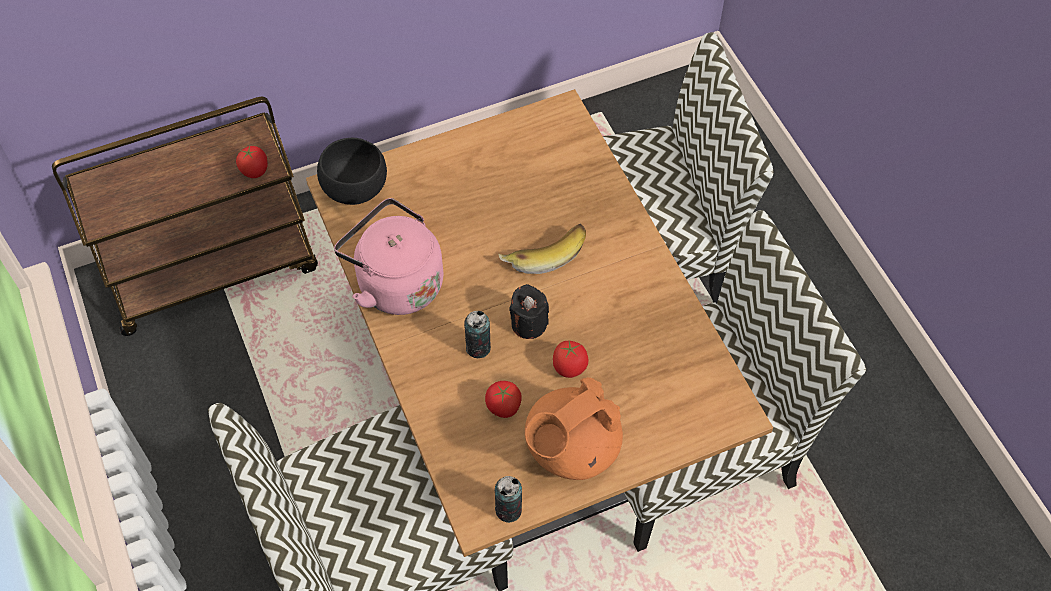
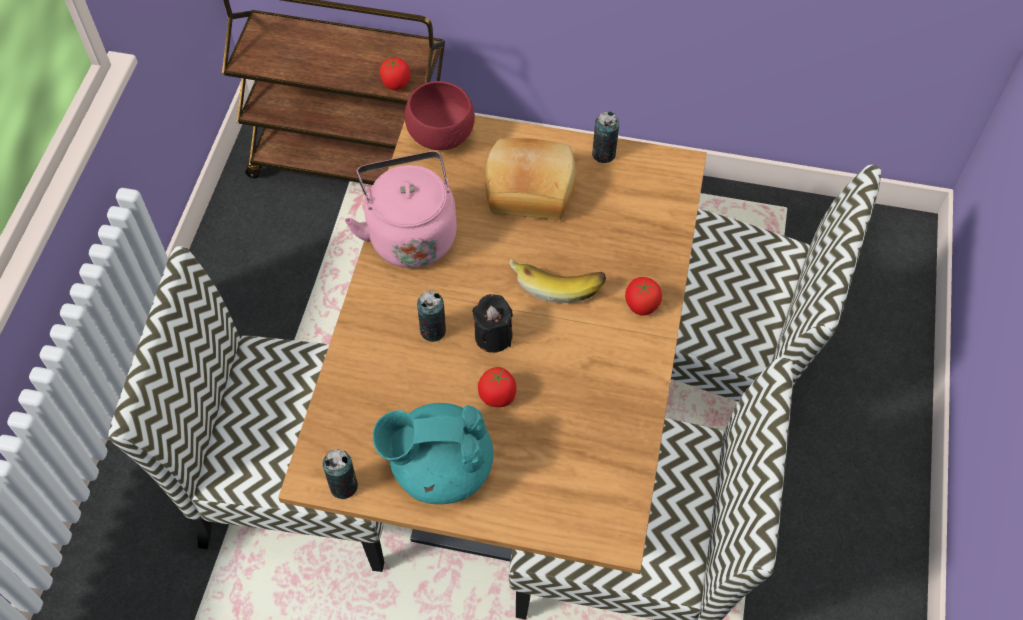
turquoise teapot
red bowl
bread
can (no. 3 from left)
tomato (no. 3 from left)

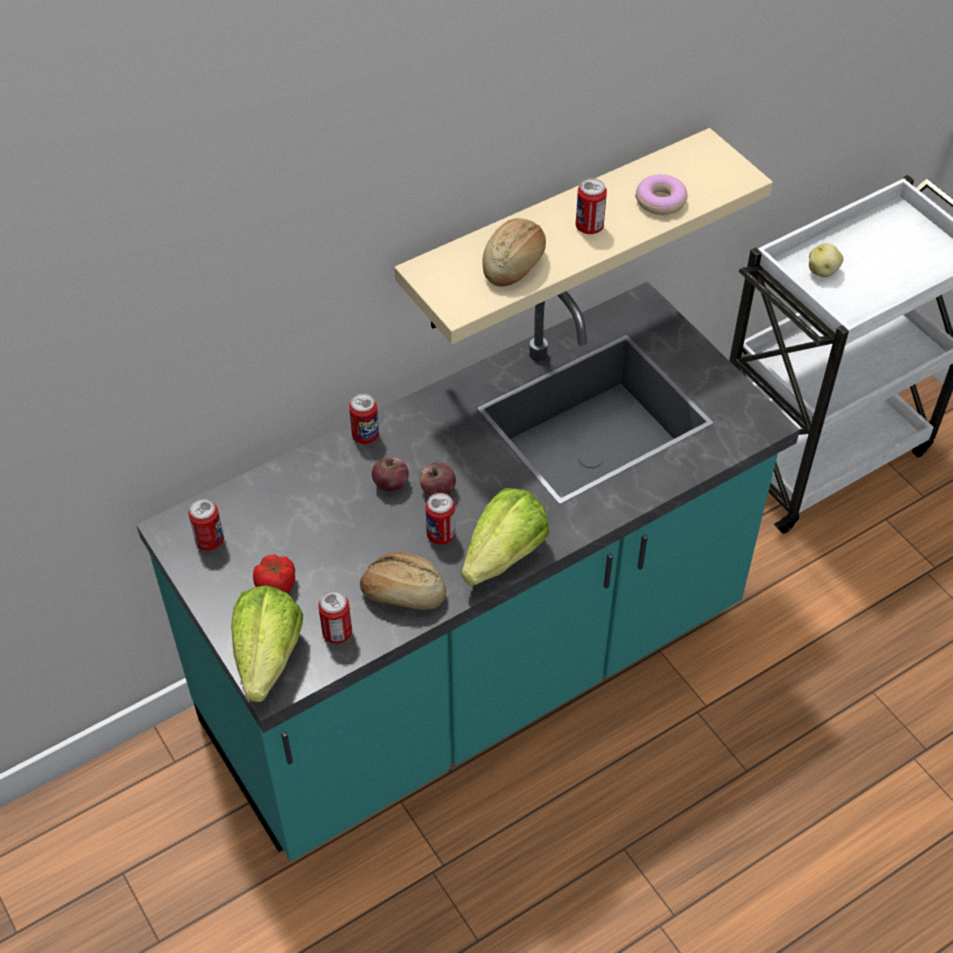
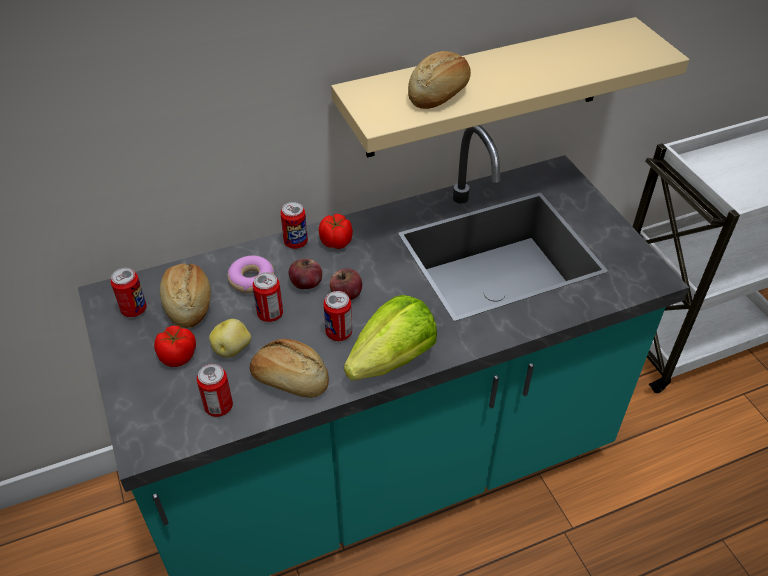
bread (no. 1 from left)
potato
donut
can (no. 3 from left)
tomato (no. 2 from left)
lettuce (no. 1 from left in the first image)

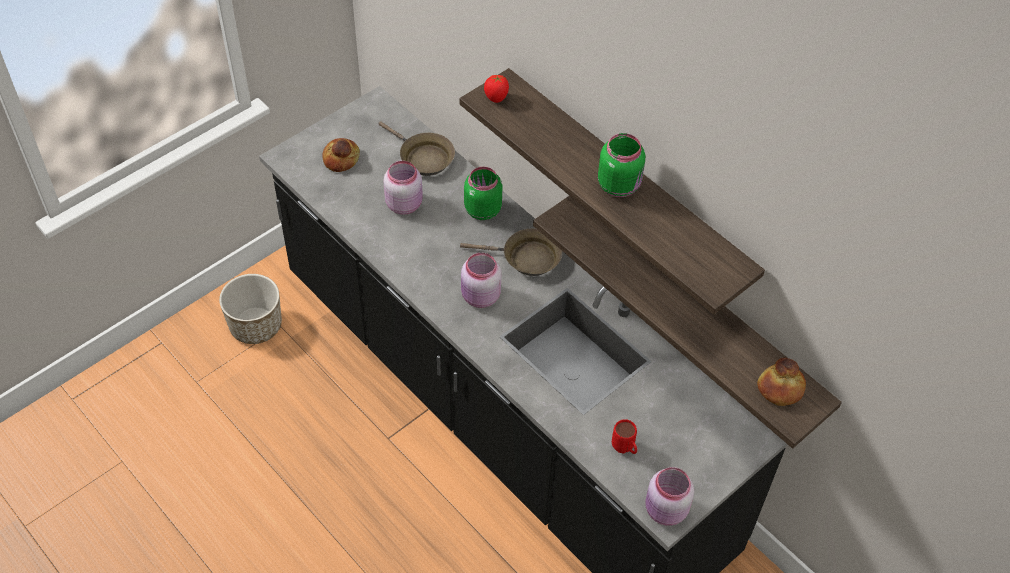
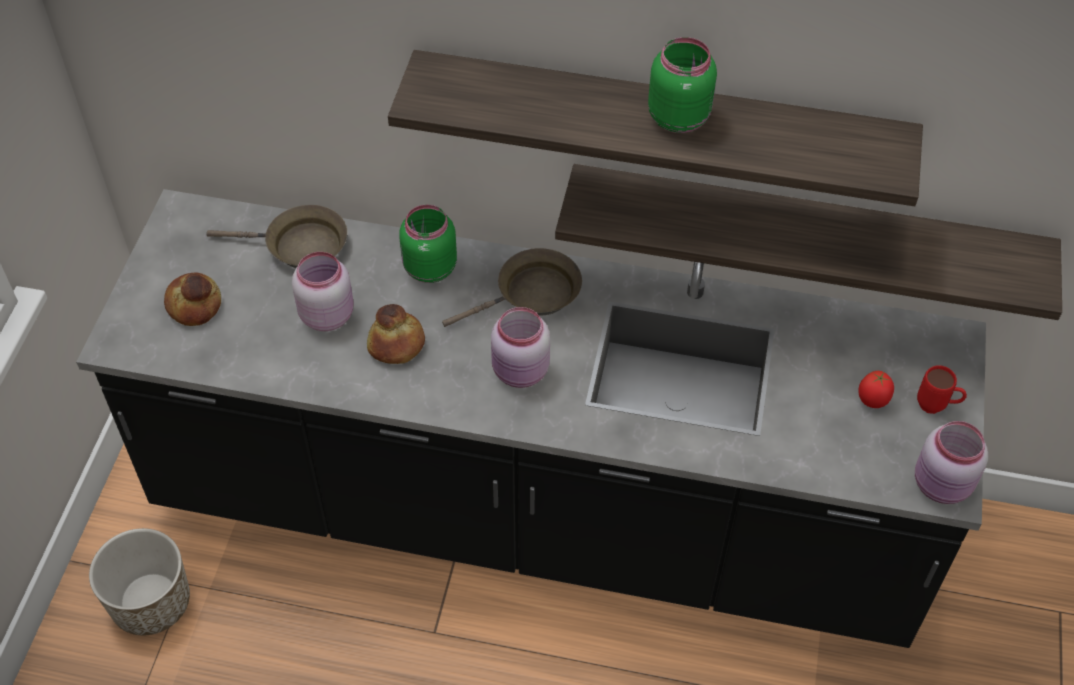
bread (no. 2 from left)
tomato
red mug

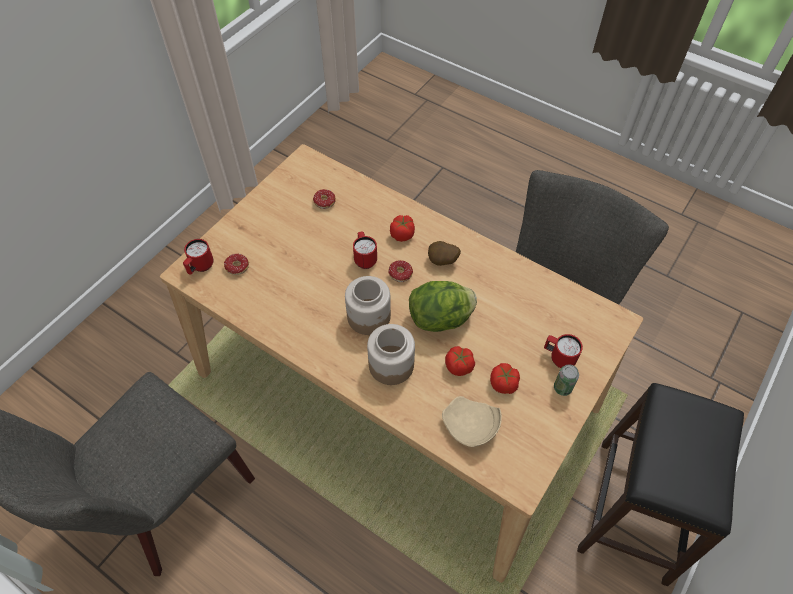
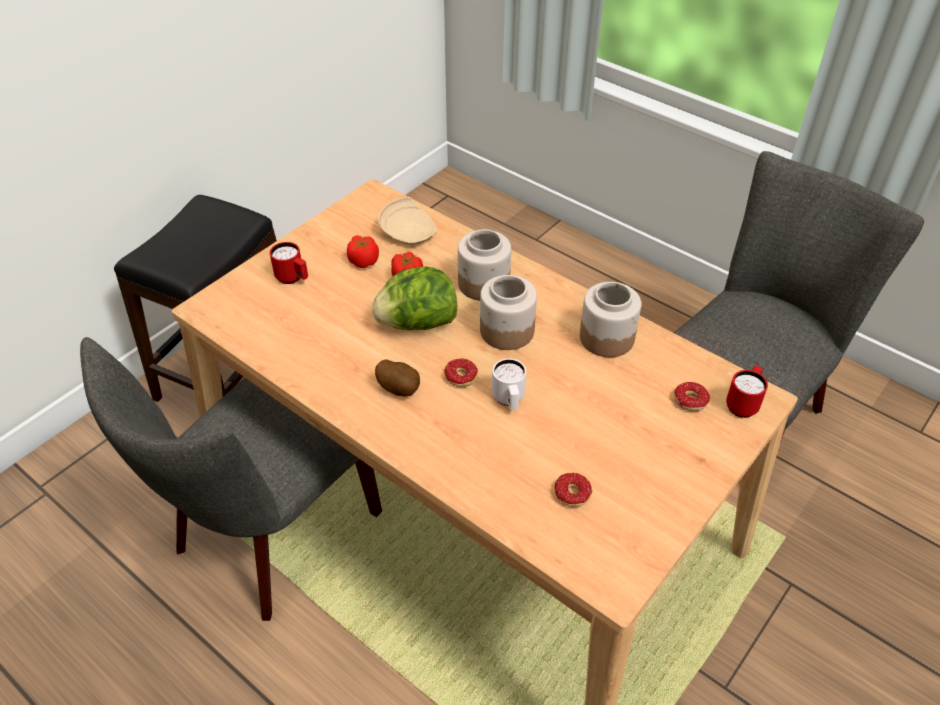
white mug
jar (no. 3 from left)
tomato (no. 1 from left in the first image)
can

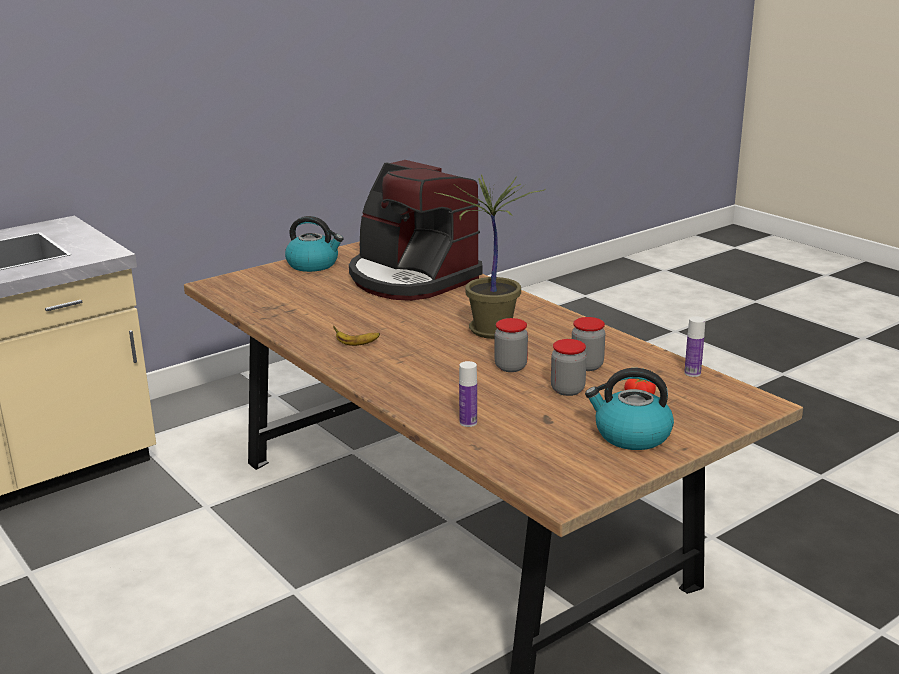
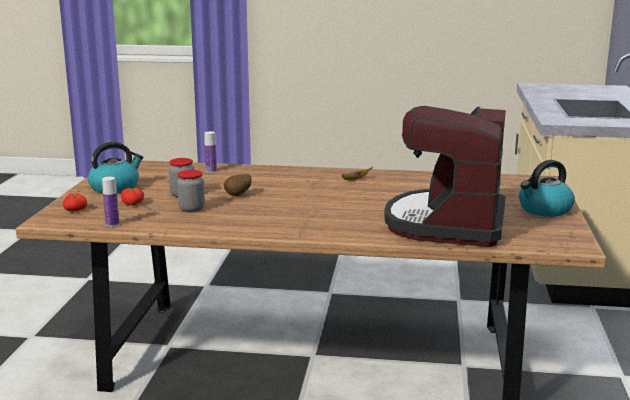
tomato (no. 1 from left)
potato
coffee machine
potted plant

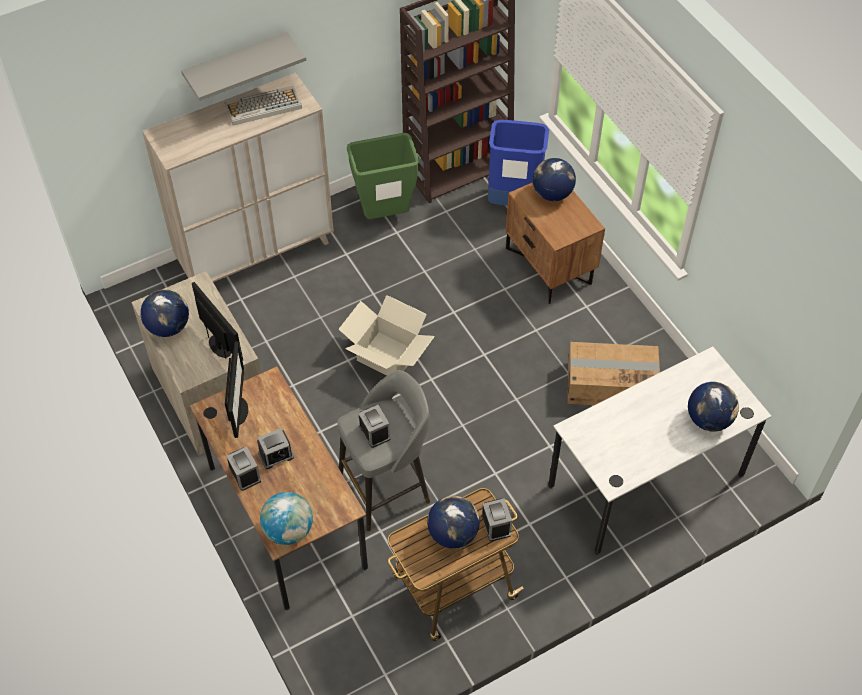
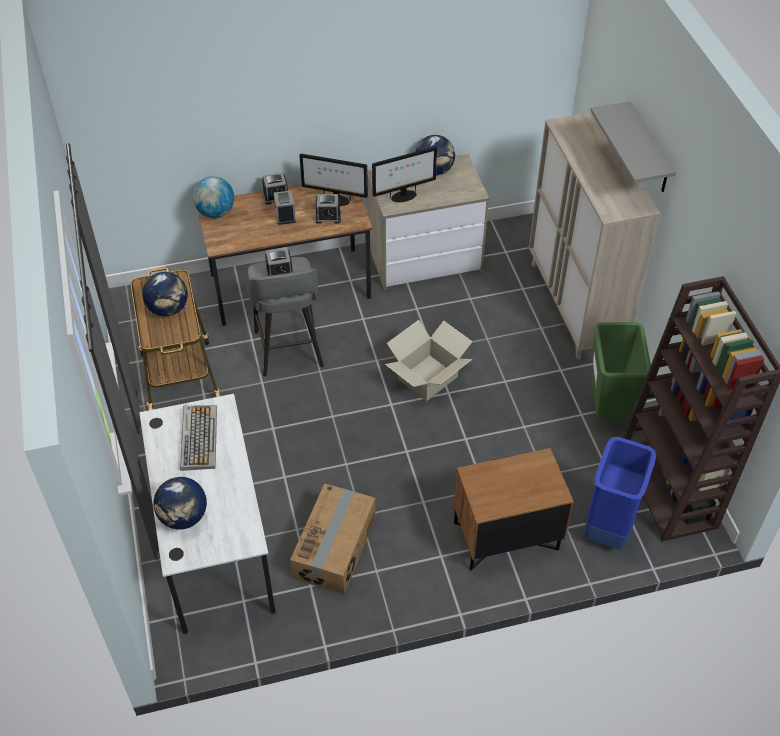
keyboard
alarm clock (no. 4 from left)
globe (no. 4 from left in the first image)

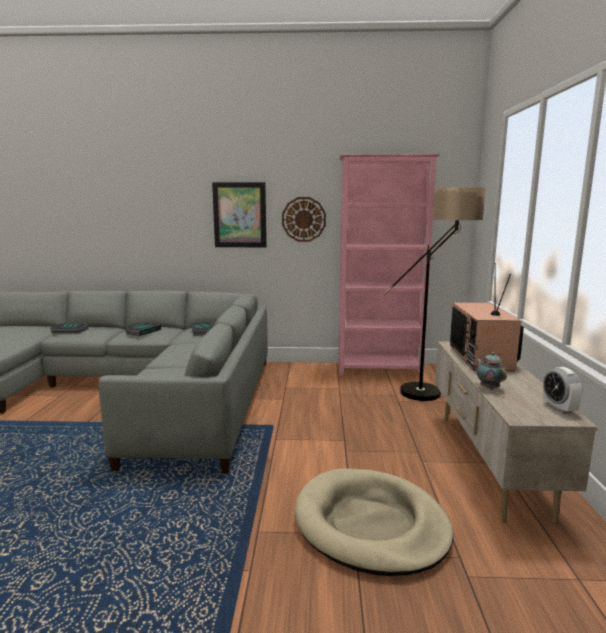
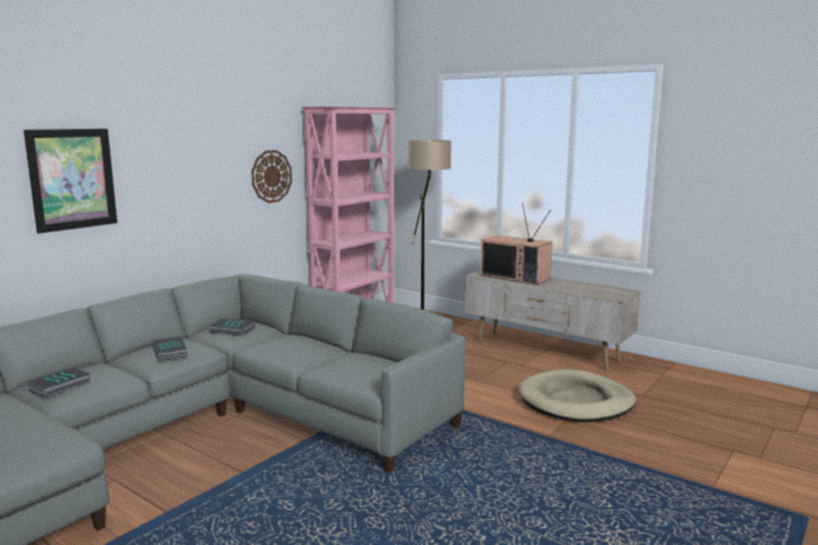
picture
teapot
alarm clock

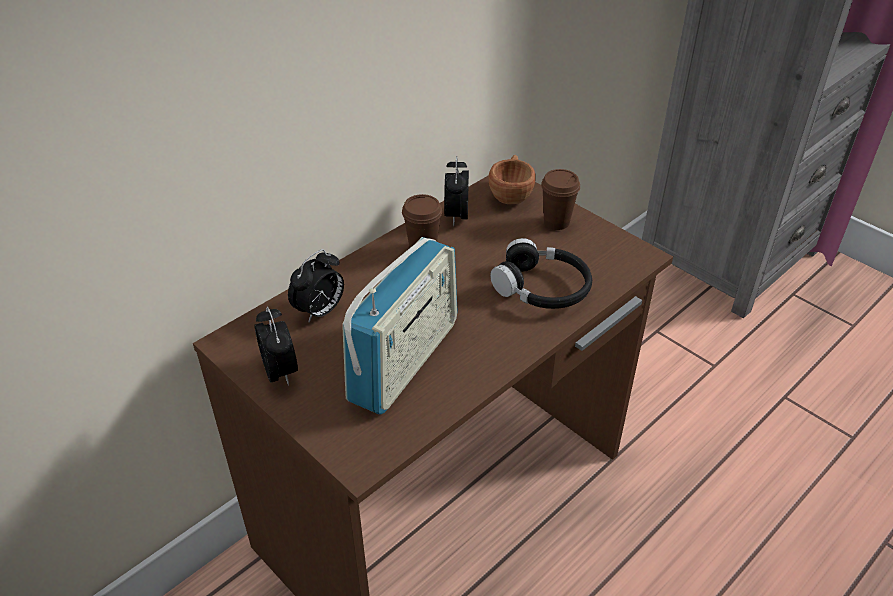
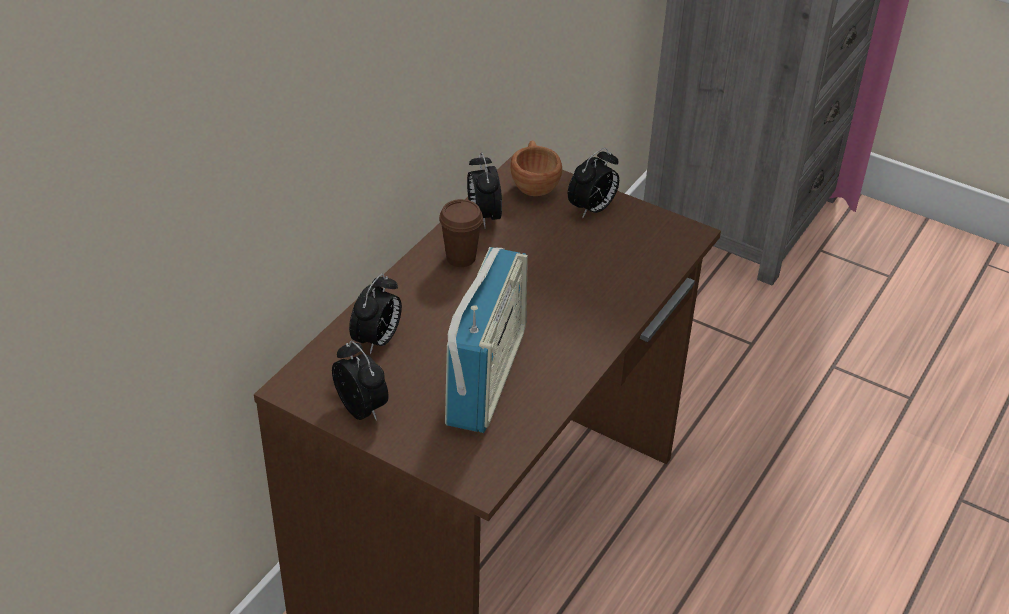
alarm clock (no. 4 from left)
black headphones

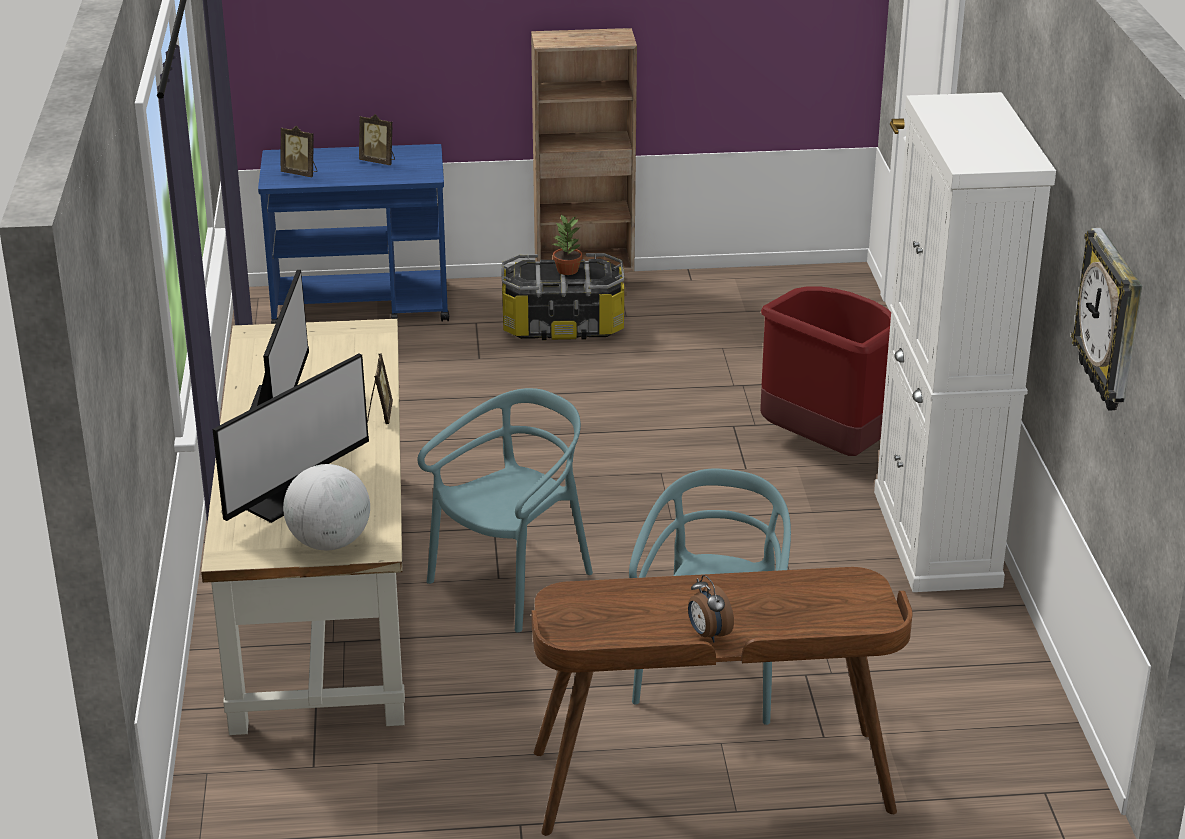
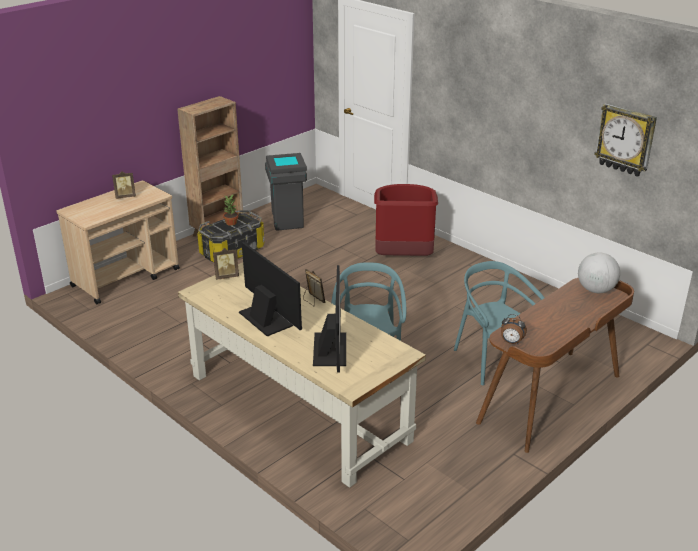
beige cart
picture frame (no. 2 from left)
grey trash can
alarm clock
globe
white cabinet

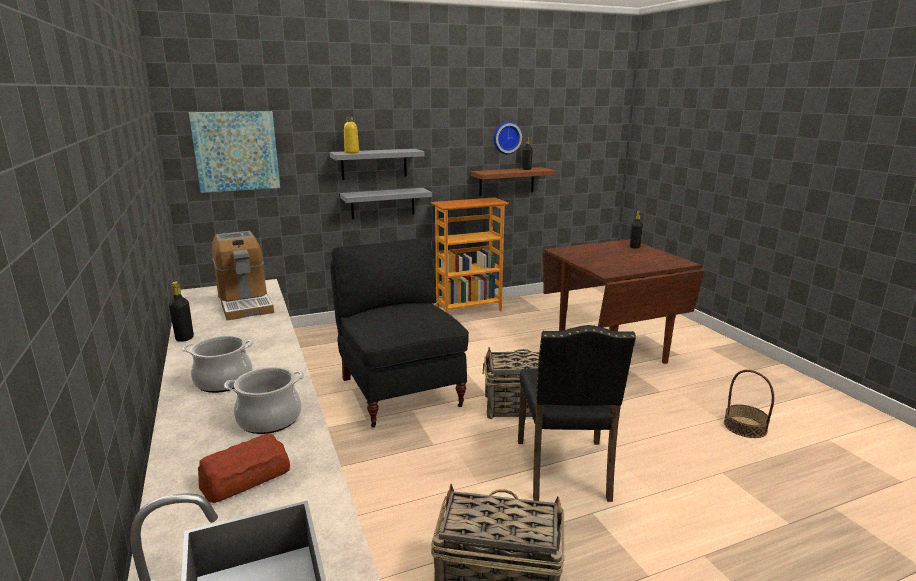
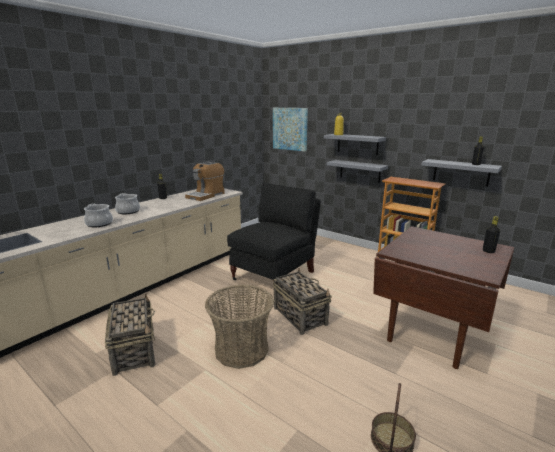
basket (no. 2 from left)
grey shelf (no. 3 from left)
bread
wall clock

